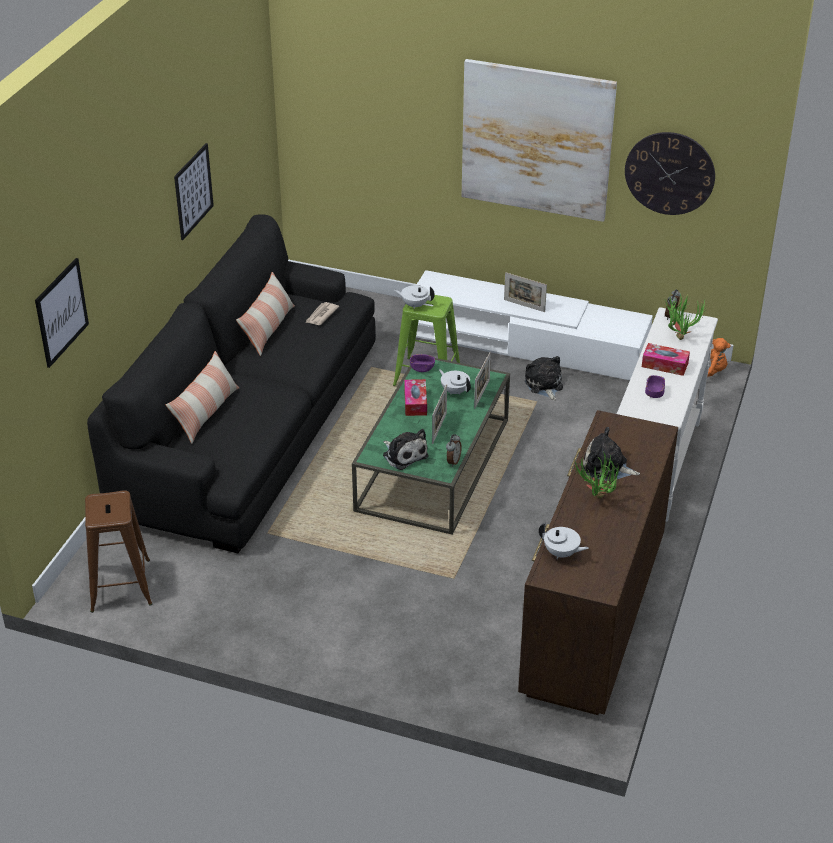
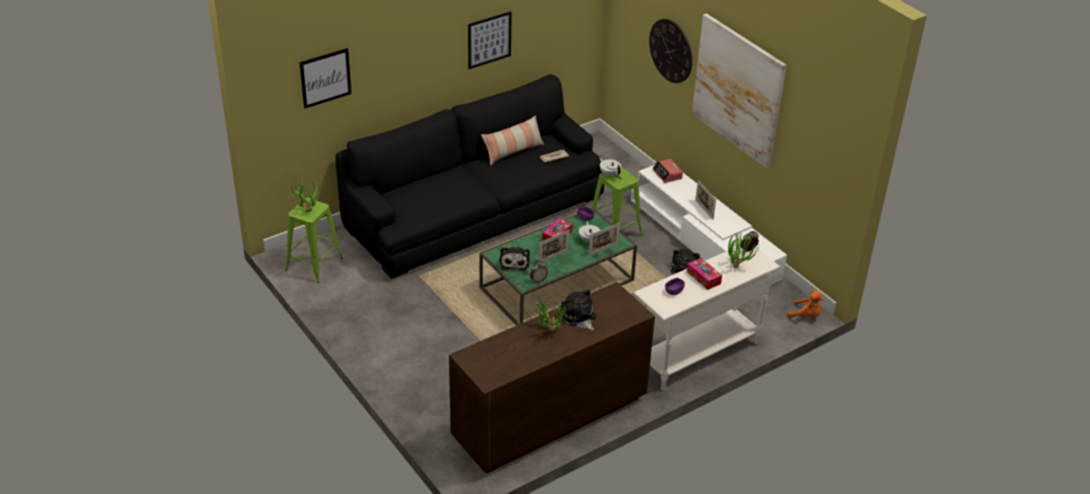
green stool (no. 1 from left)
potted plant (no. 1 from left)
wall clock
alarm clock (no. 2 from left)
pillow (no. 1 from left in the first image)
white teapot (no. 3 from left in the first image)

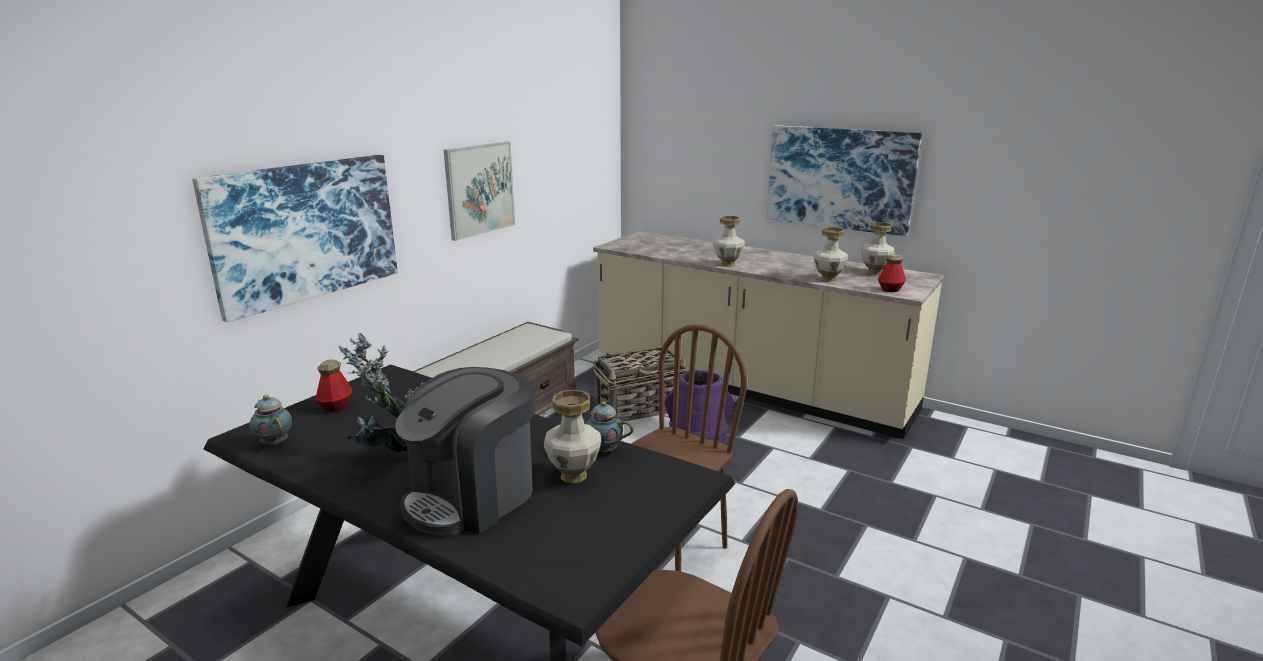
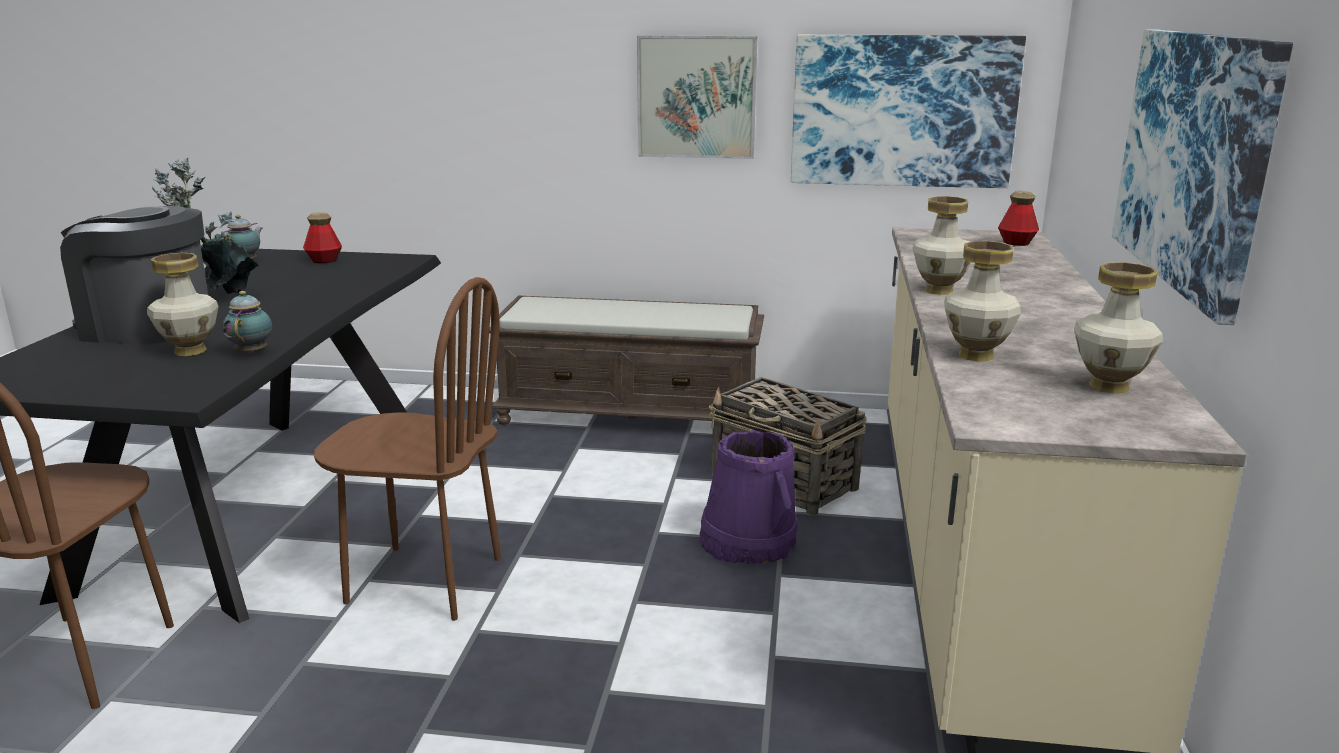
picture (no. 2 from left)
bottle (no. 2 from left)

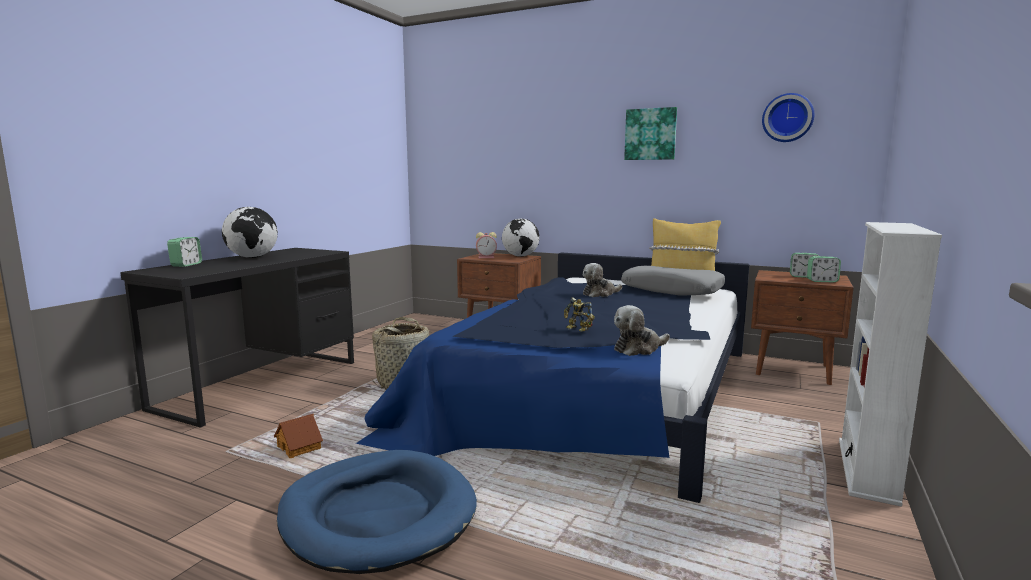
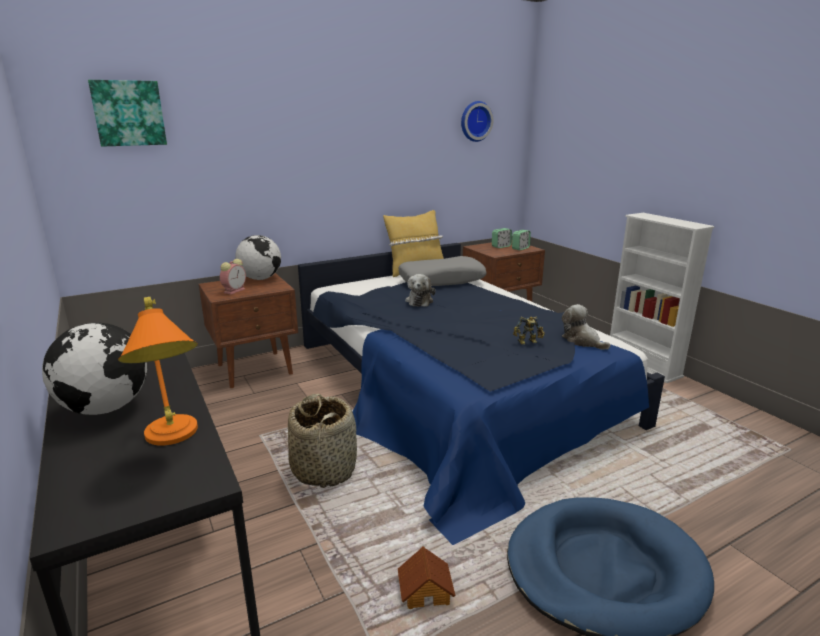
picture
orange table lamp
plush toy (no. 2 from left)
alarm clock (no. 1 from left in the first image)

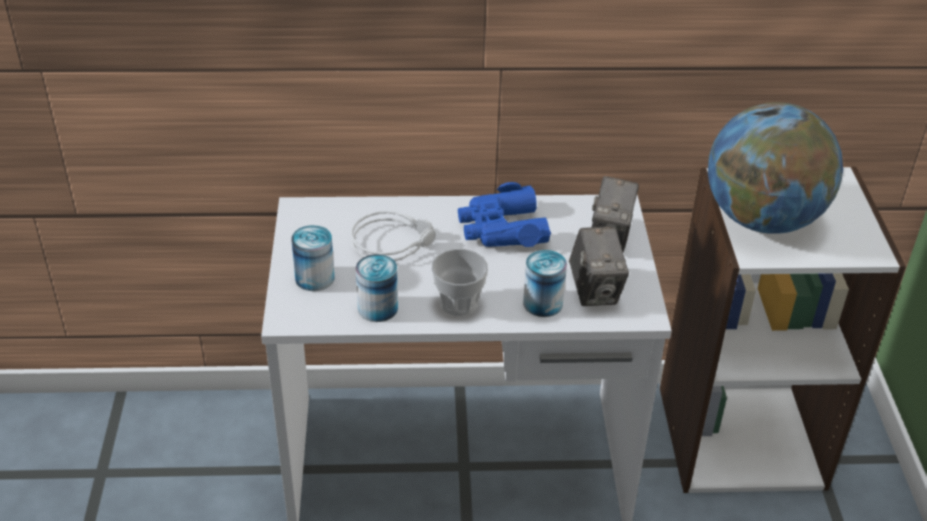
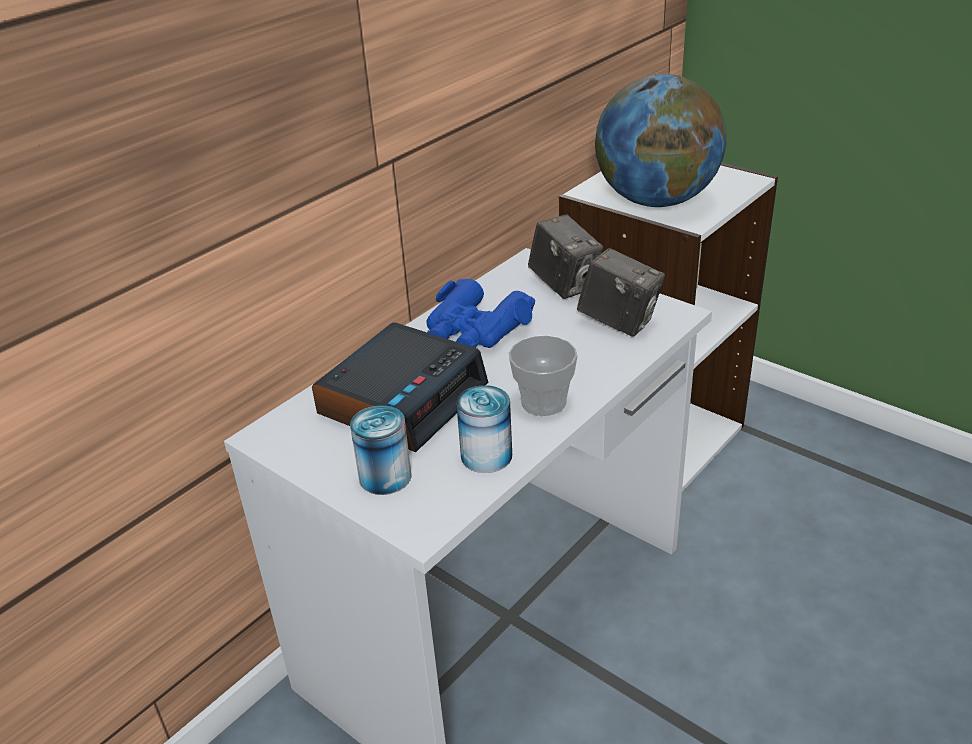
alarm clock
can (no. 3 from left in the first image)

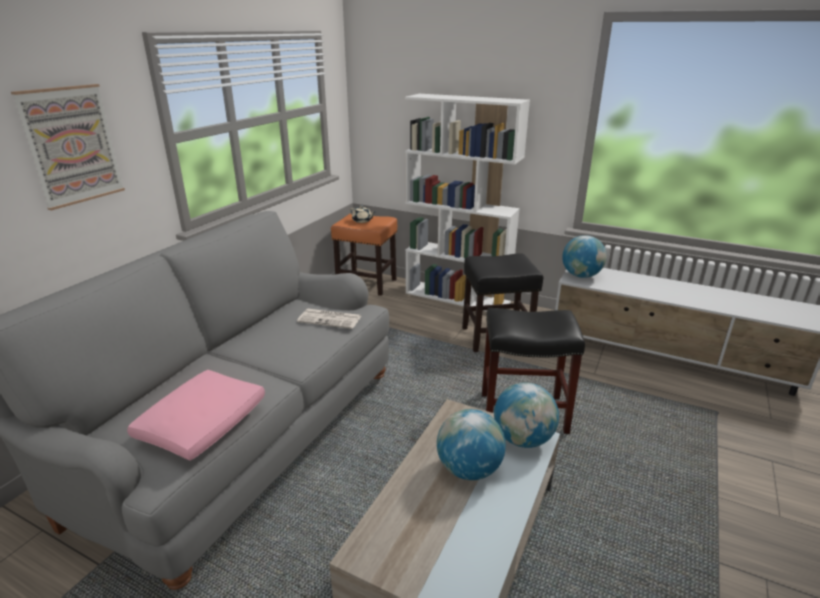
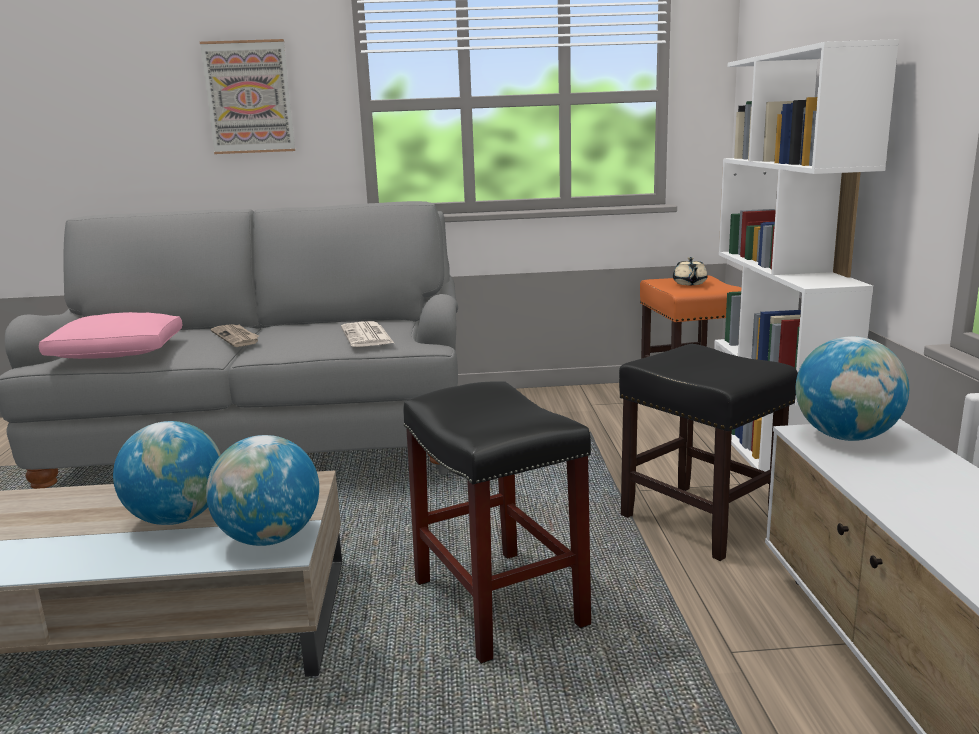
newspaper (no. 1 from left)

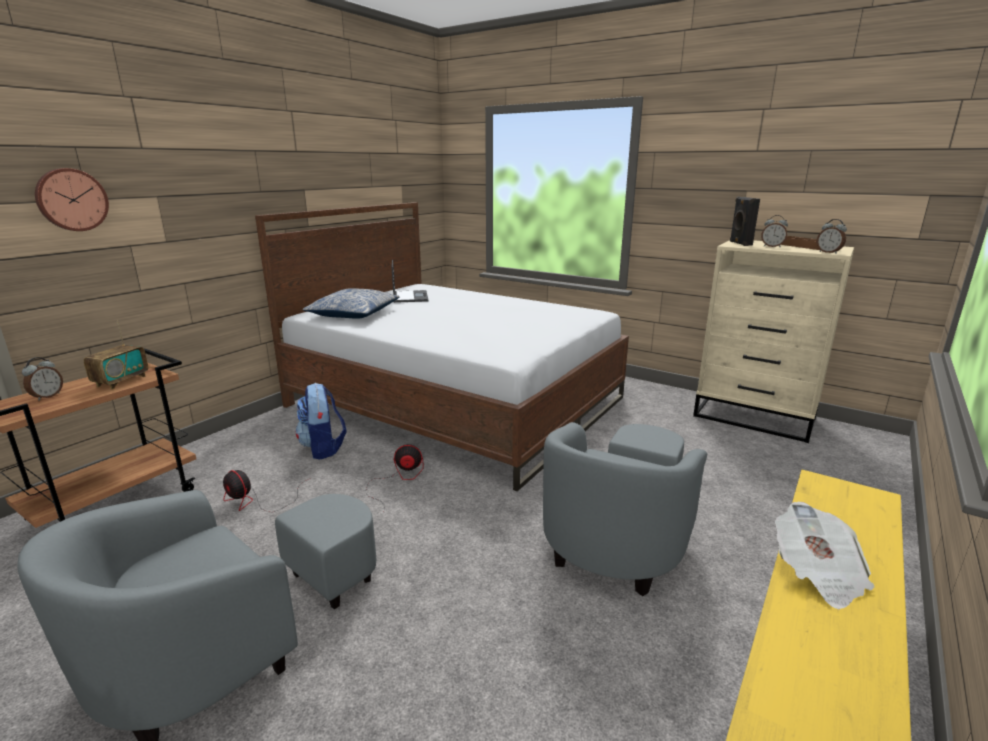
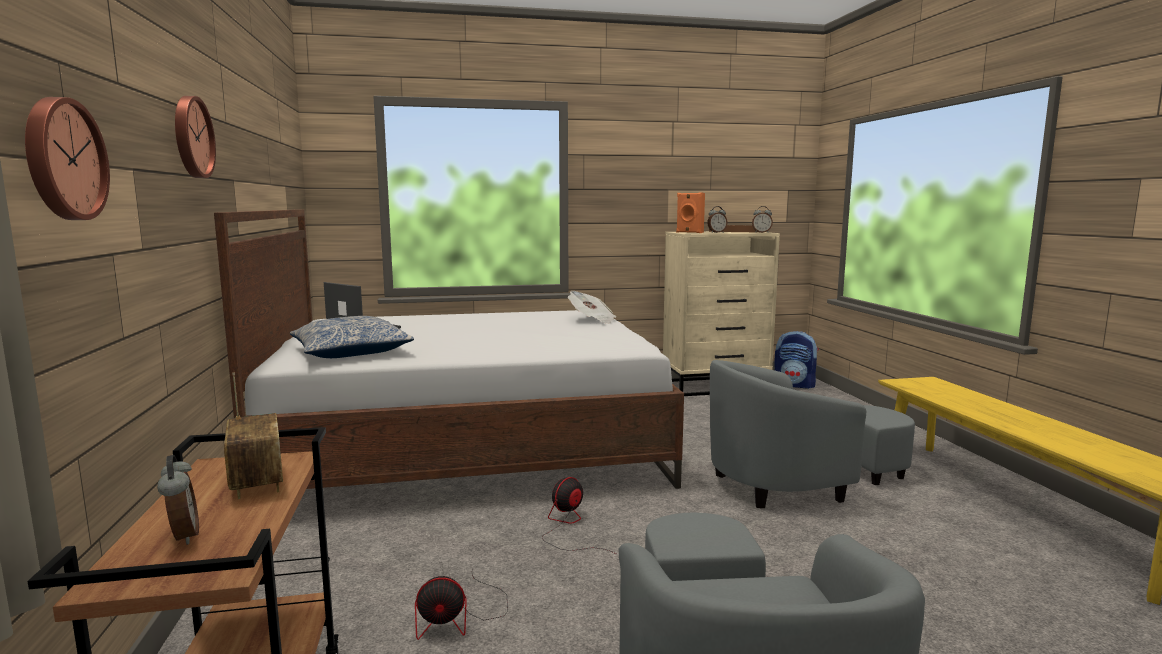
wall clock (no. 2 from left)
newspaper
orange speaker
grey armchair (no. 2 from left)
backpack

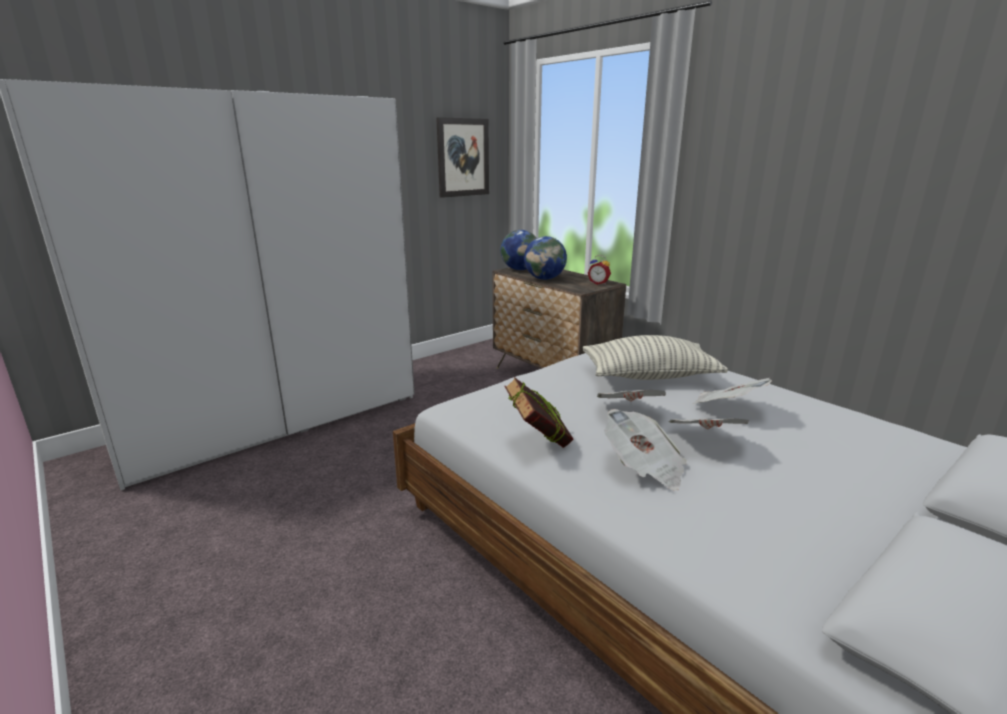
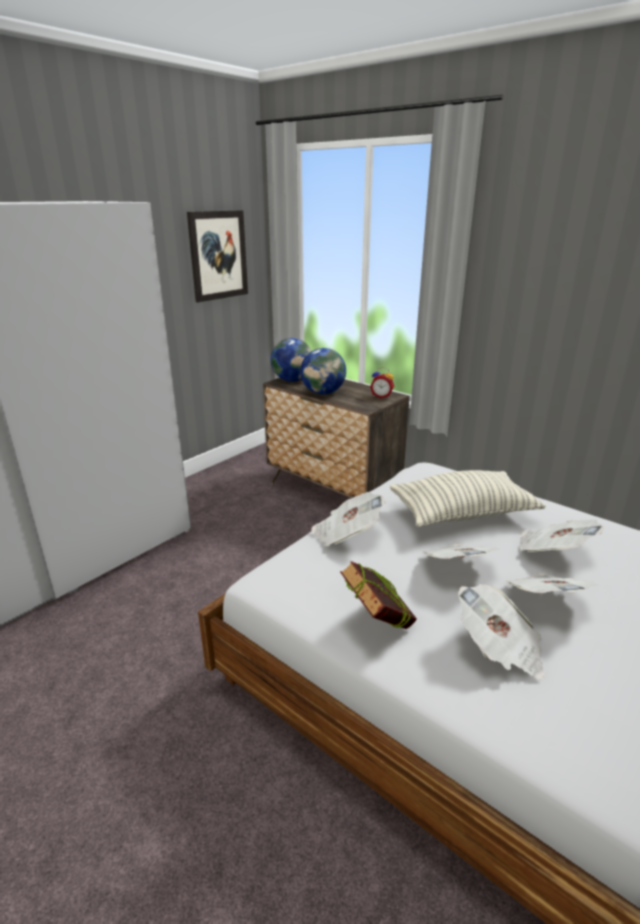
newspaper (no. 1 from left)

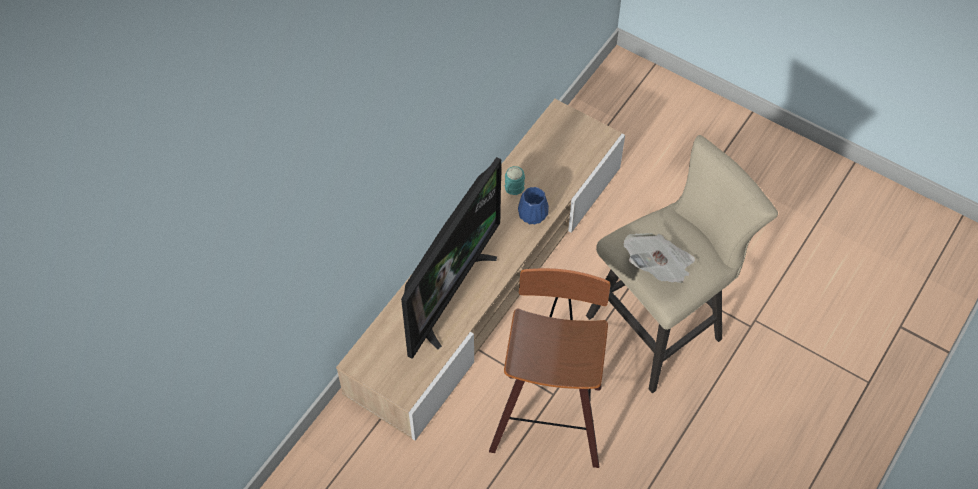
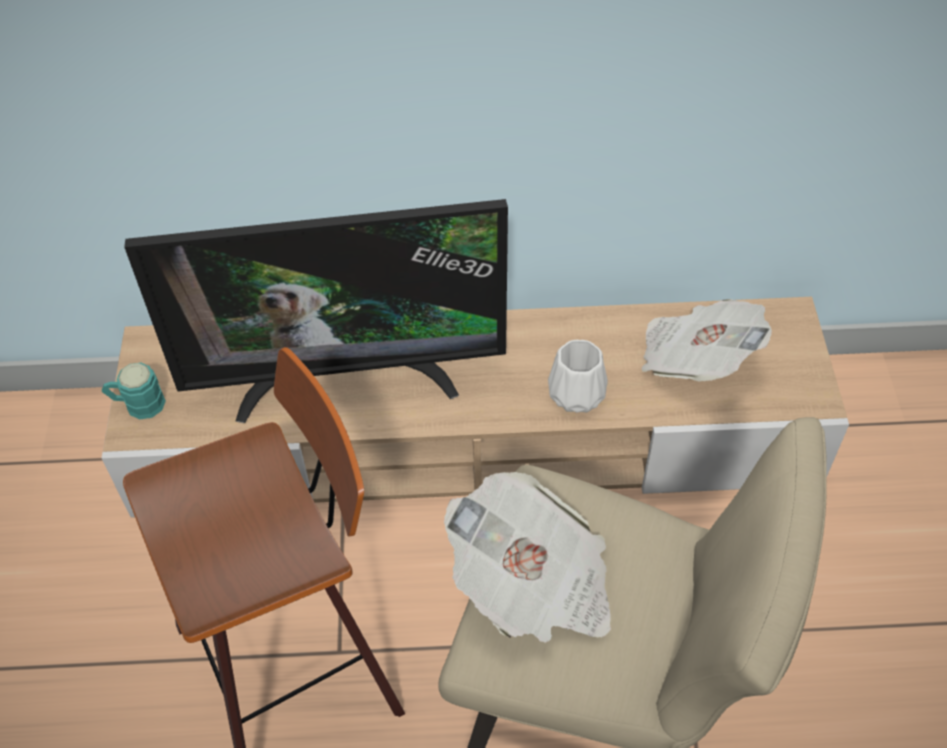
turquoise mug
white vase
newspaper (no. 2 from left)

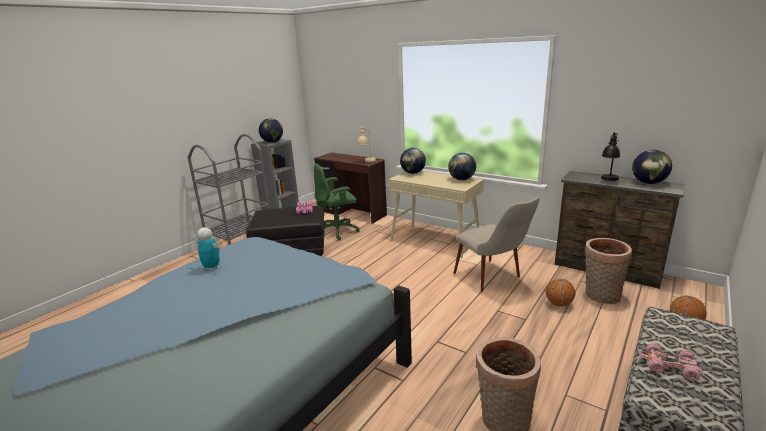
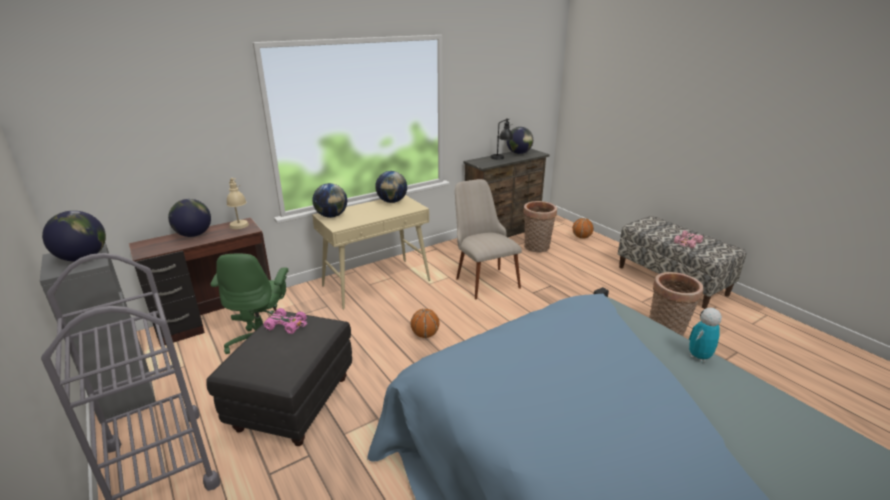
globe (no. 2 from left)
basketball (no. 1 from left)
beige chair
toy robot

